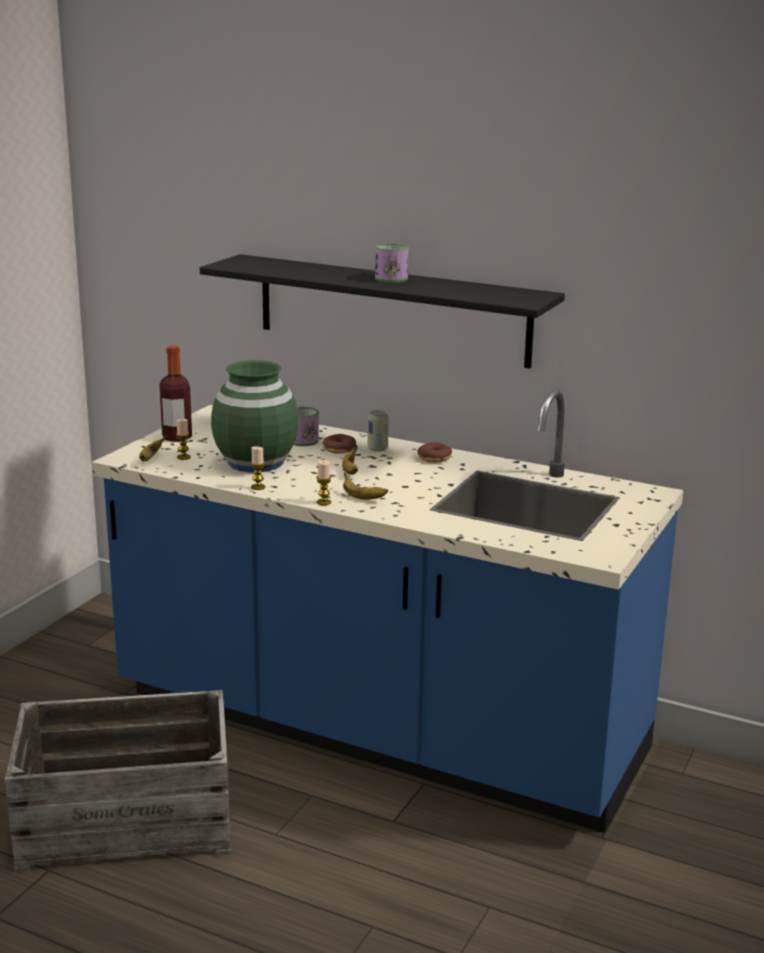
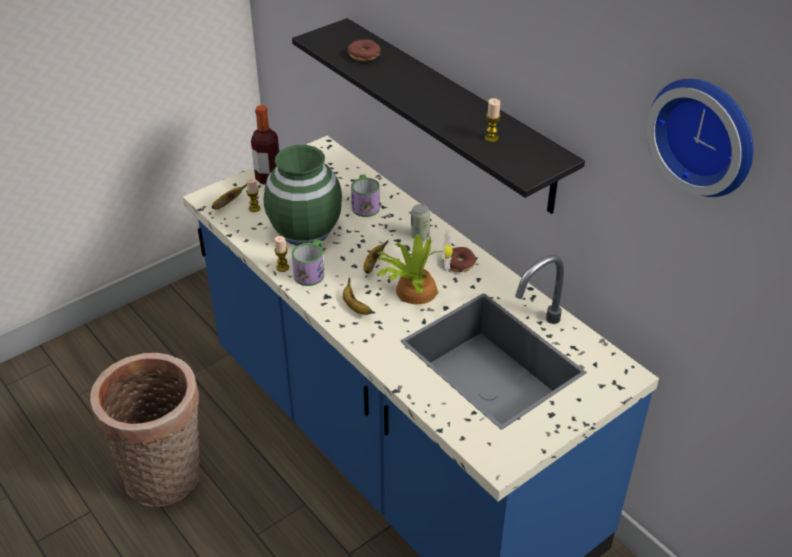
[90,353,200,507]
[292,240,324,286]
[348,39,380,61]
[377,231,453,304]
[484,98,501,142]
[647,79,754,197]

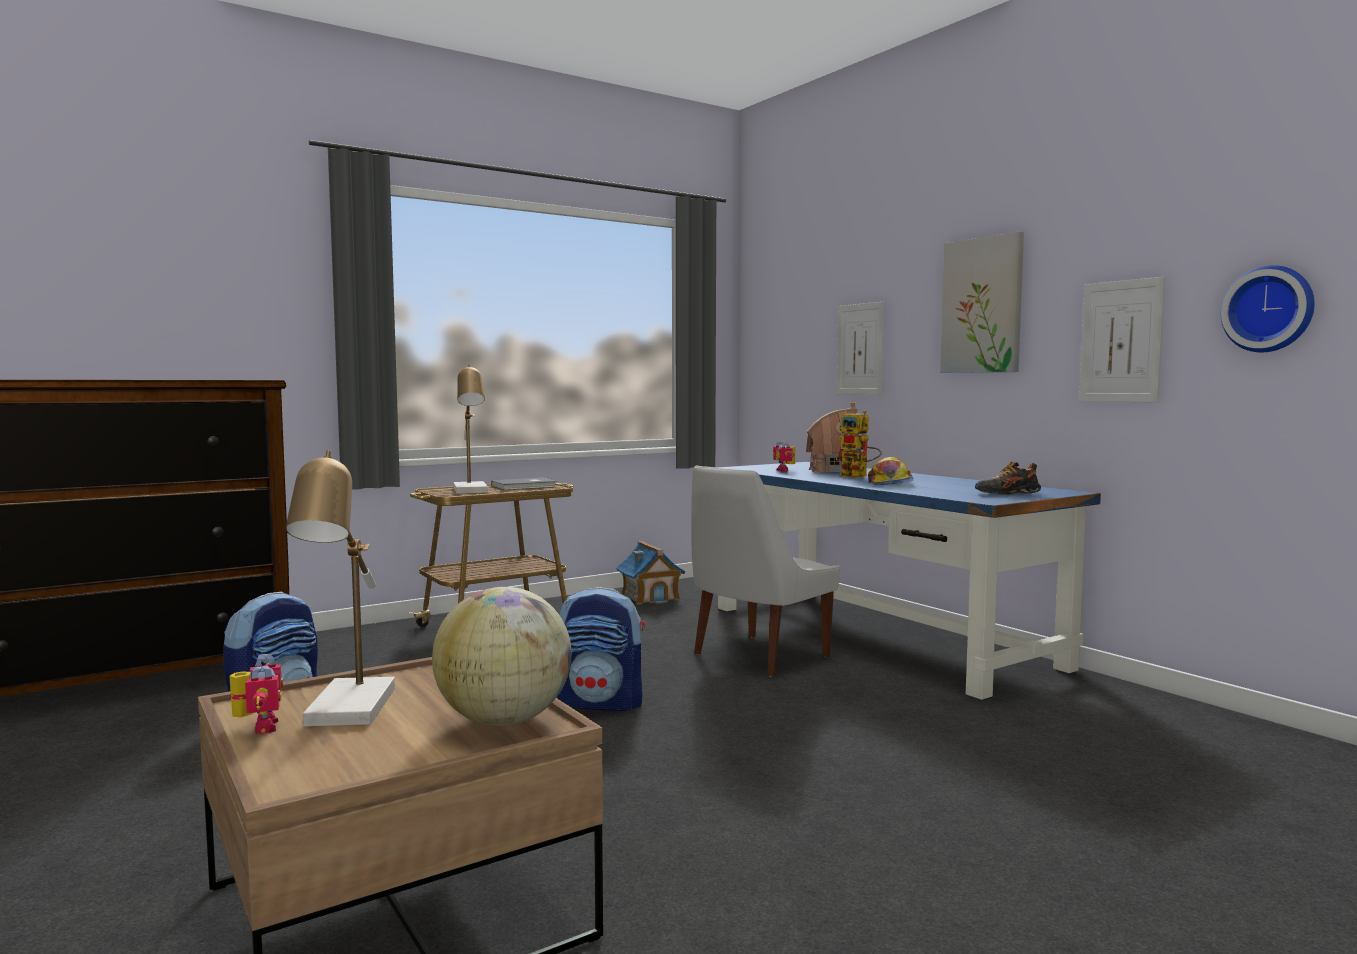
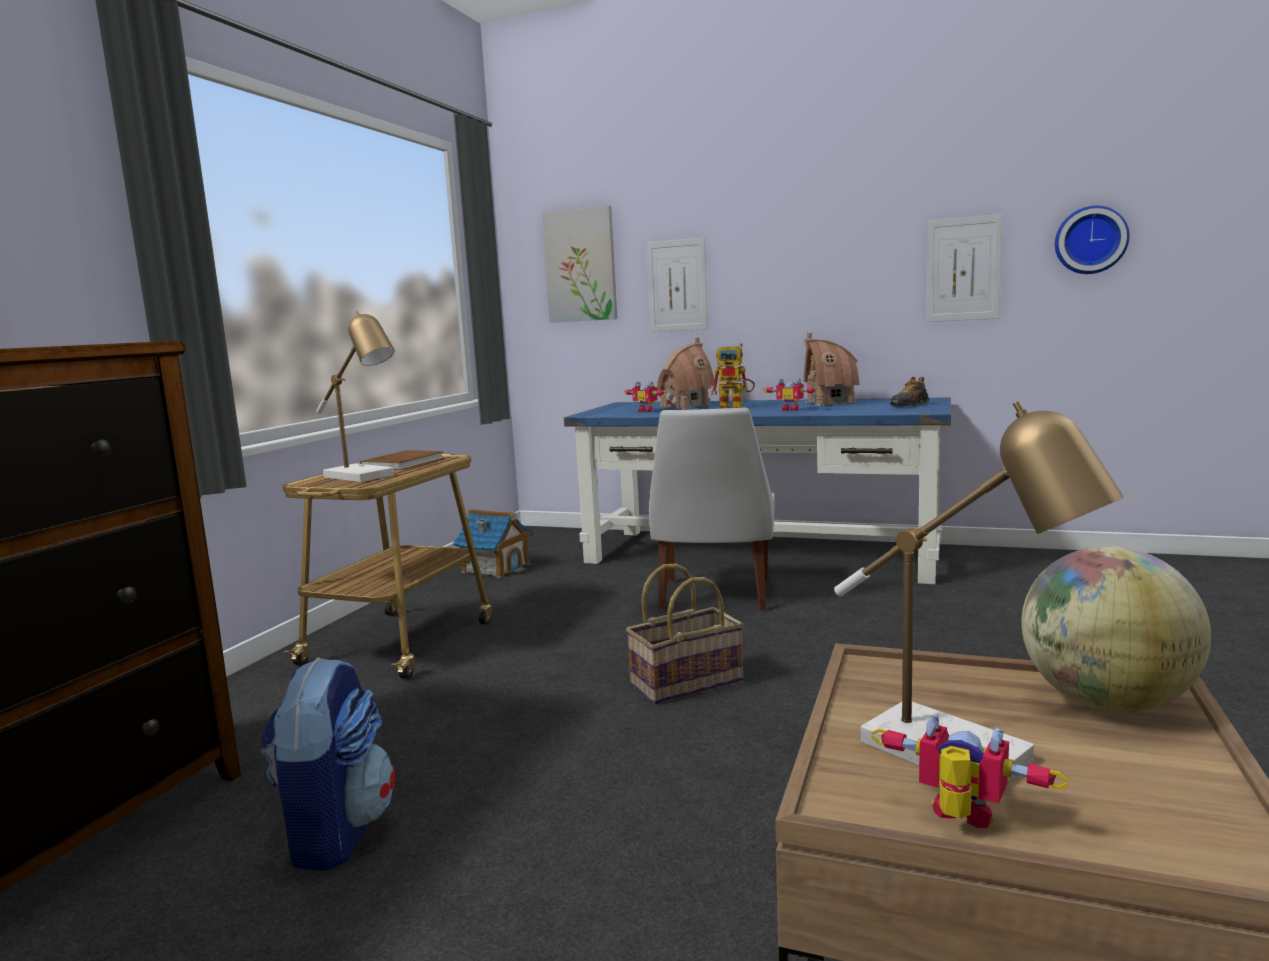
[360,450,444,470]
[542,205,617,323]
[626,563,744,704]
[763,378,818,411]
[804,333,860,406]

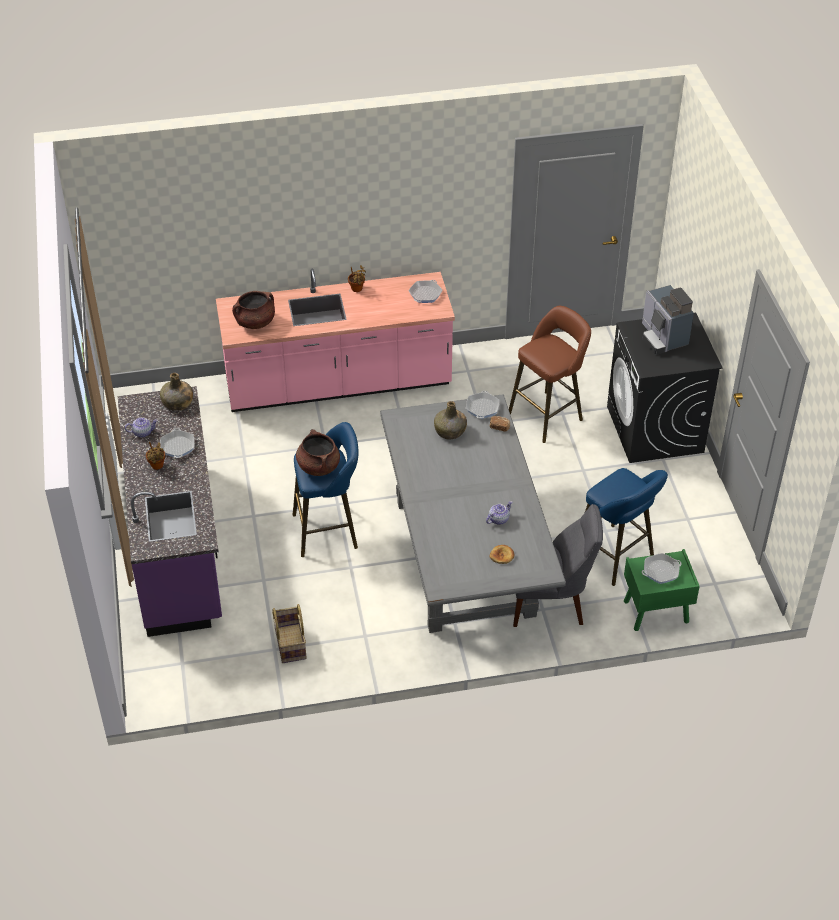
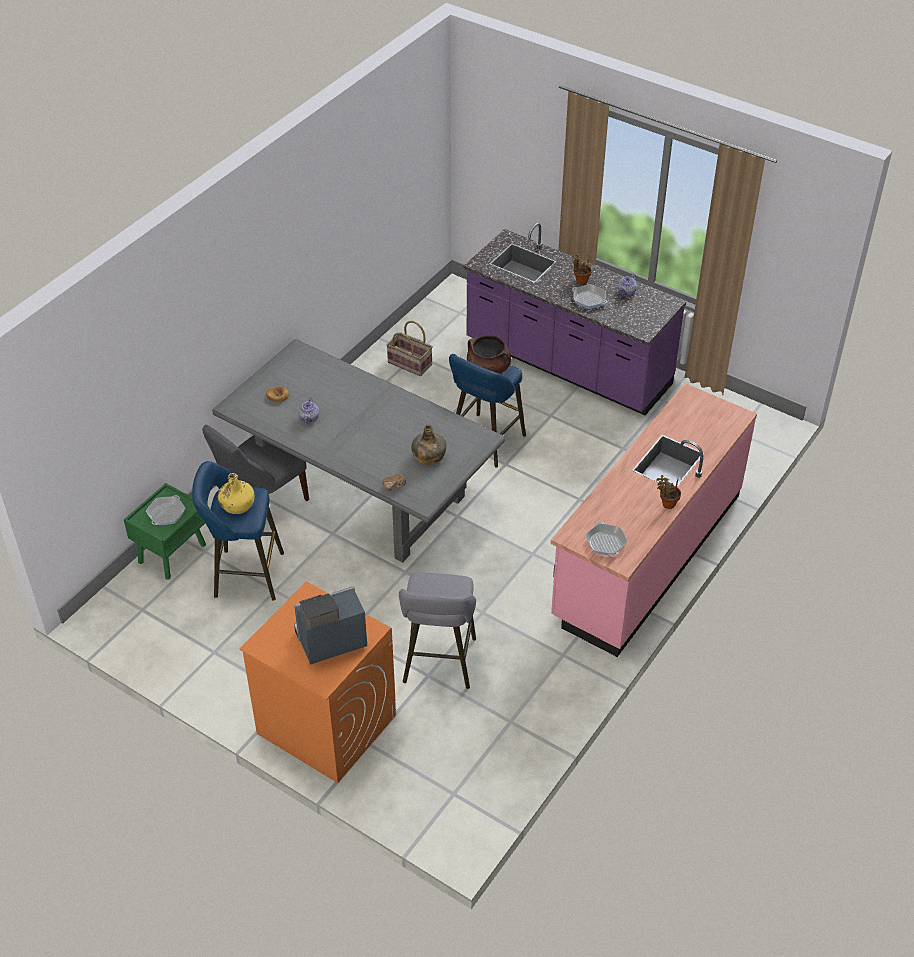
[218,473,255,514]
[240,581,396,783]
[294,586,367,665]
[399,572,476,689]
[160,373,193,411] (first image)
[232,291,275,329] (first image)
[466,391,500,419] (first image)

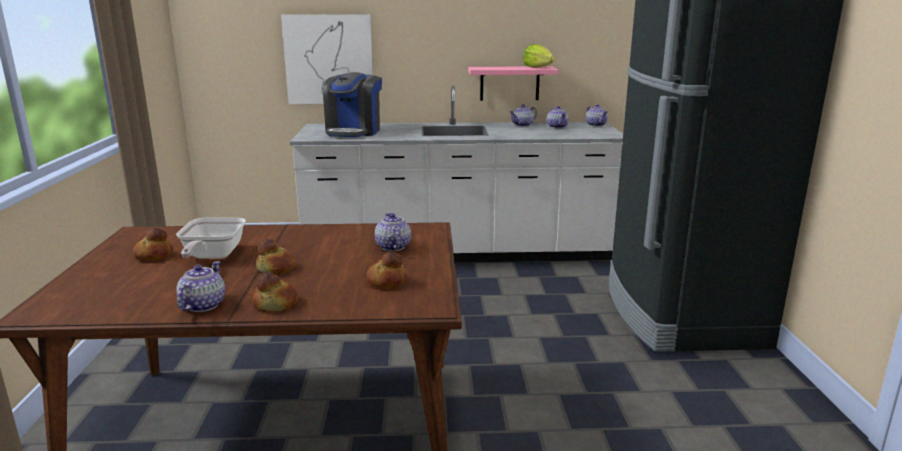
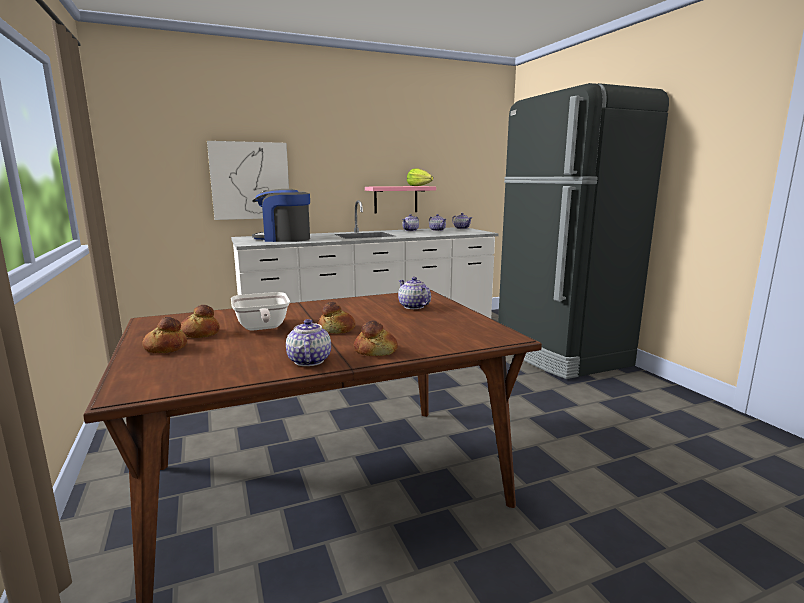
[142,317,187,353]
[252,189,310,242]

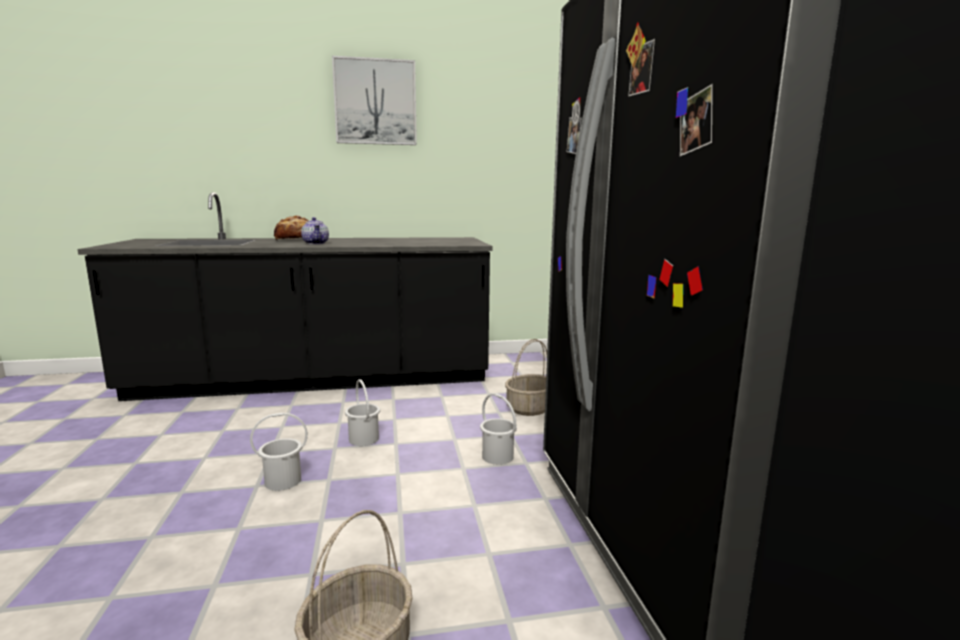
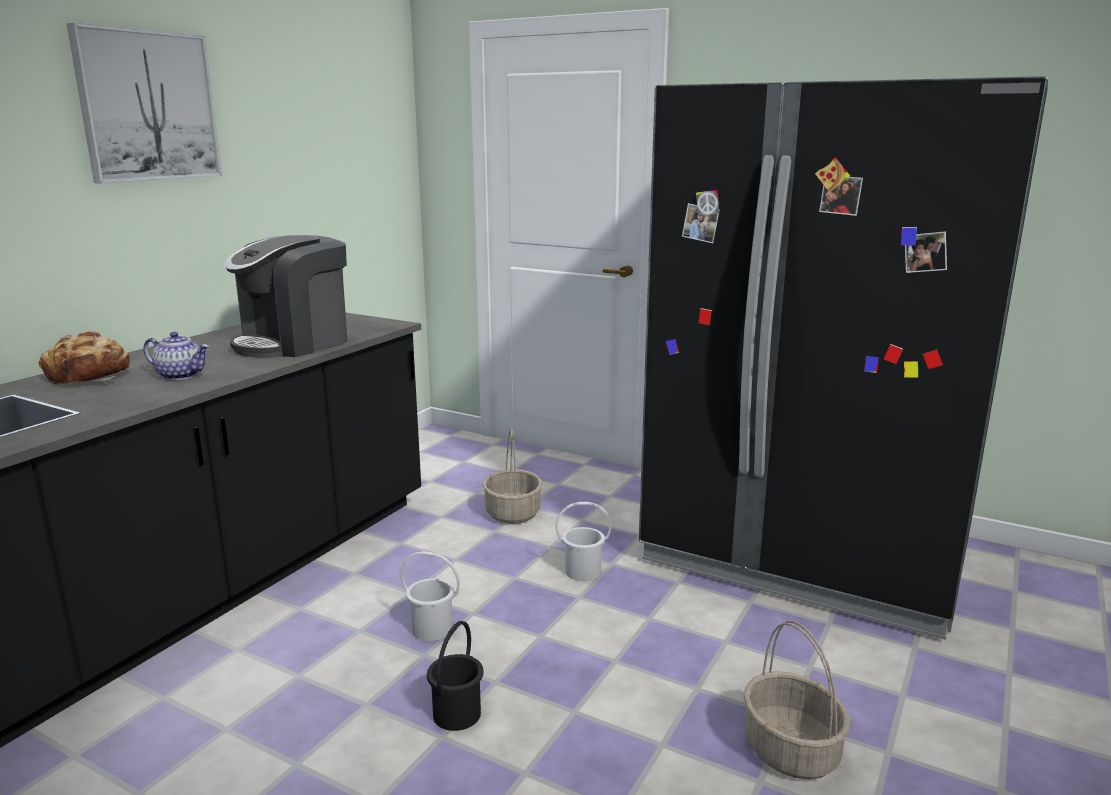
[224,235,347,358]
[427,621,484,731]

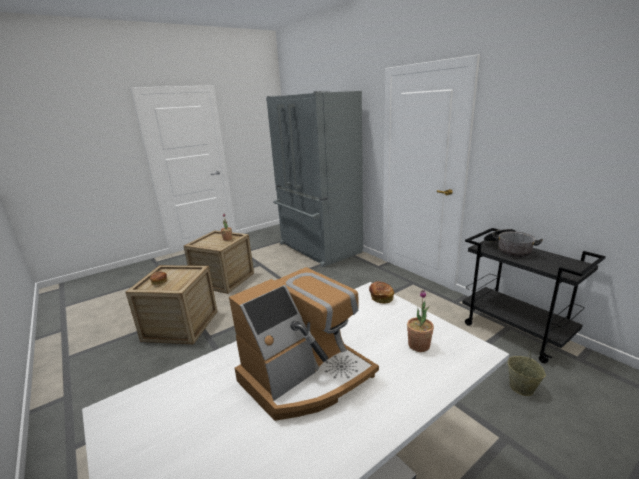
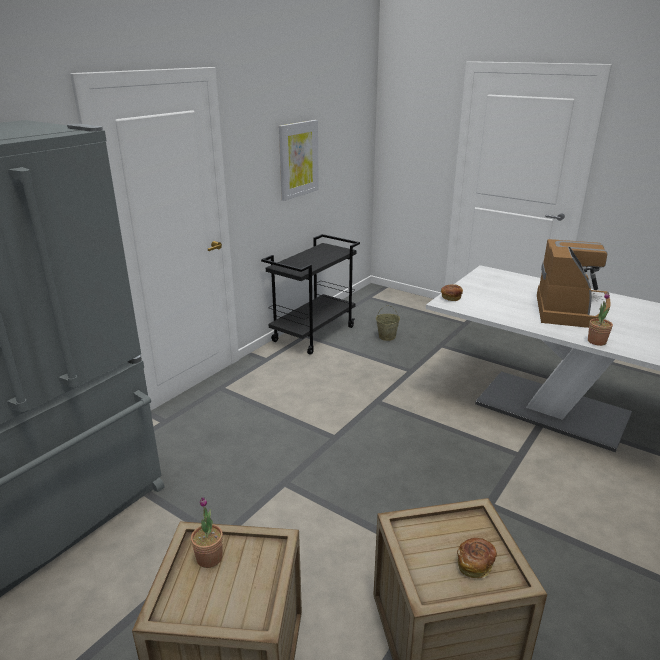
[279,120,319,201]
[537,239,611,328]
[588,292,613,346]
[484,229,543,258] (first image)

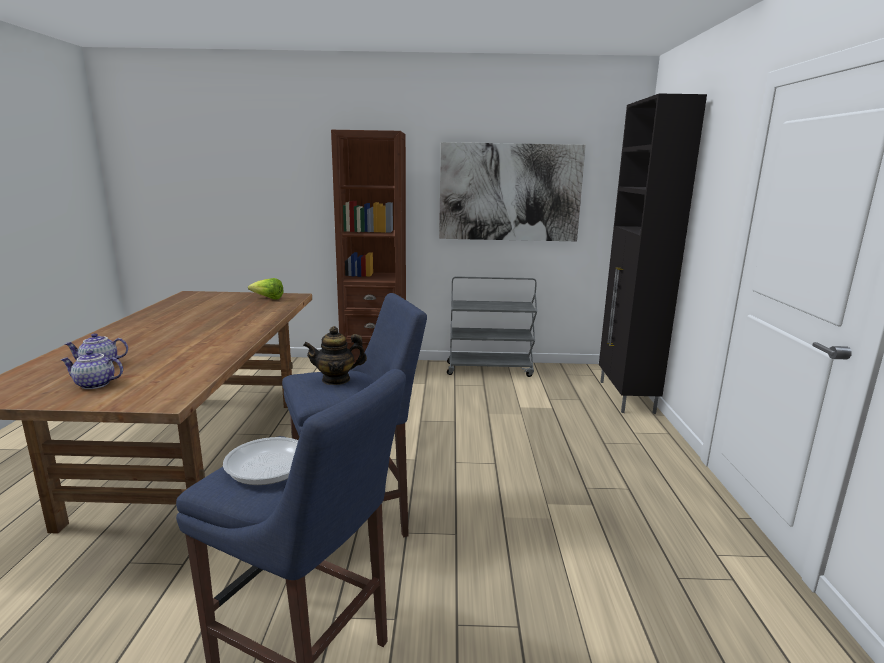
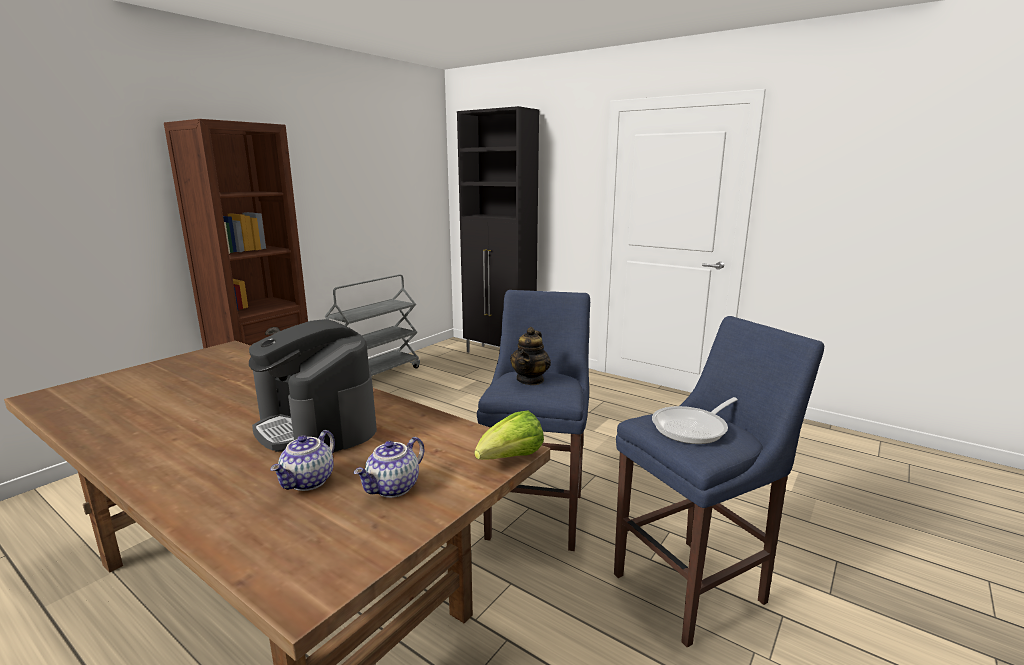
[249,319,377,453]
[474,410,544,460]
[439,142,586,241] (first image)

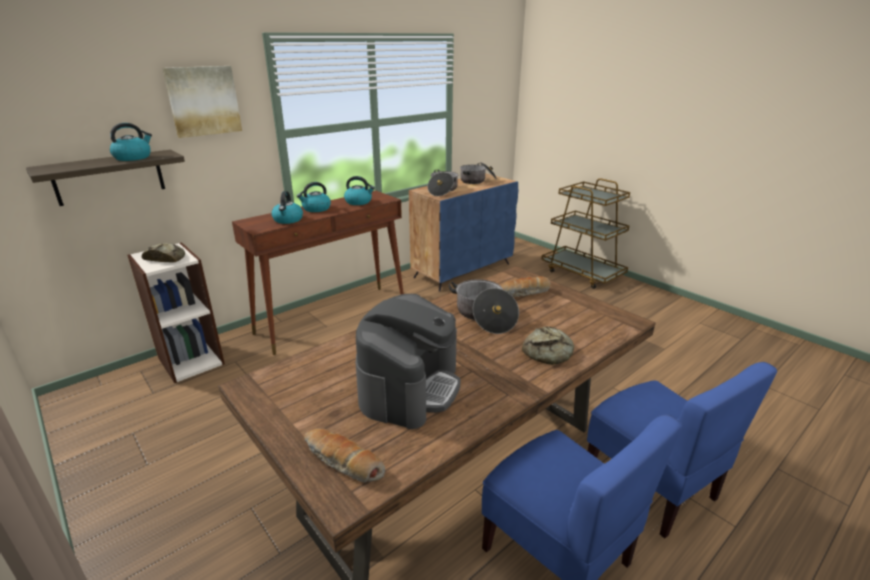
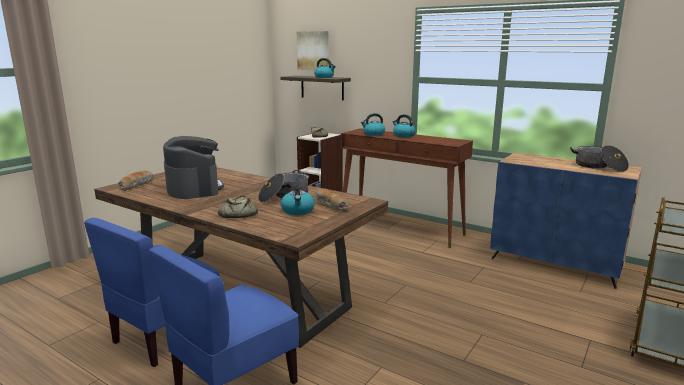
[163,136,224,199]
[281,179,315,215]
[297,31,329,70]
[427,170,458,196] (first image)

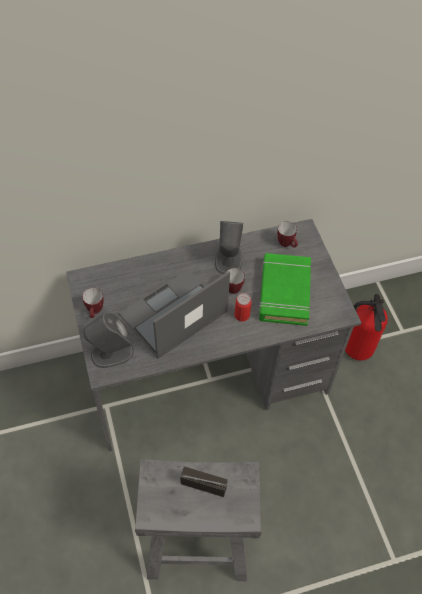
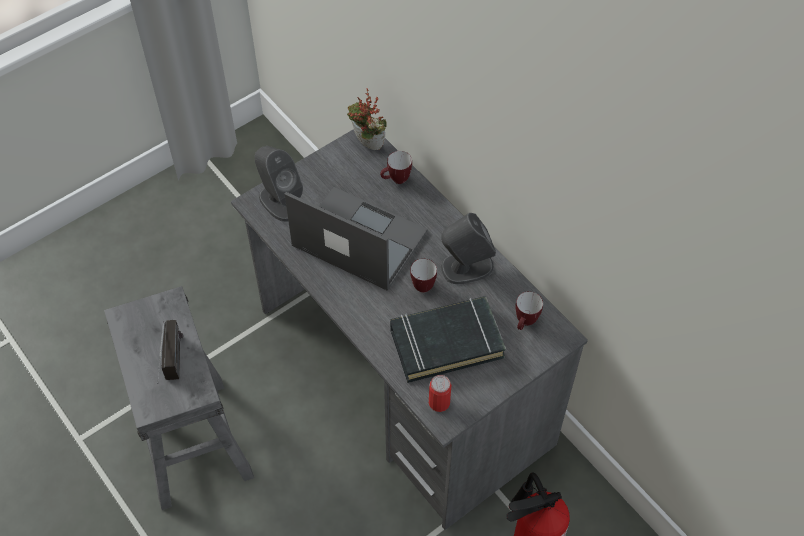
[347,88,387,150]
[380,151,412,184]
[390,296,506,383]
[429,375,451,412]

